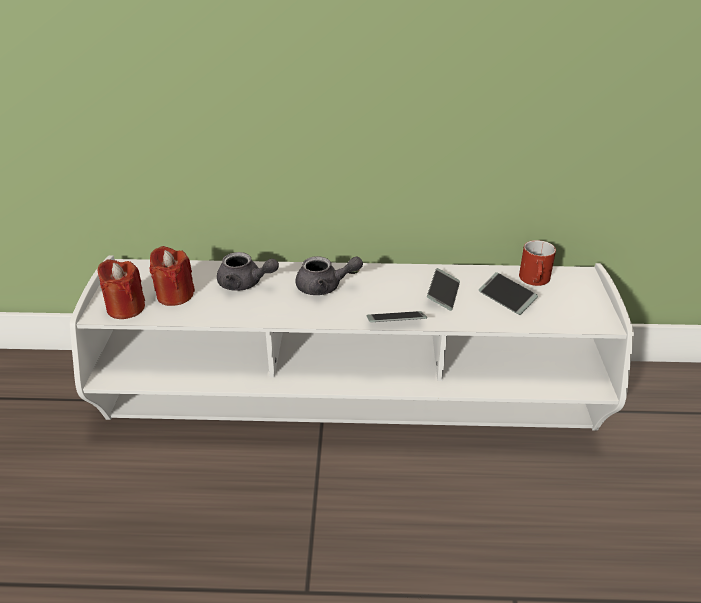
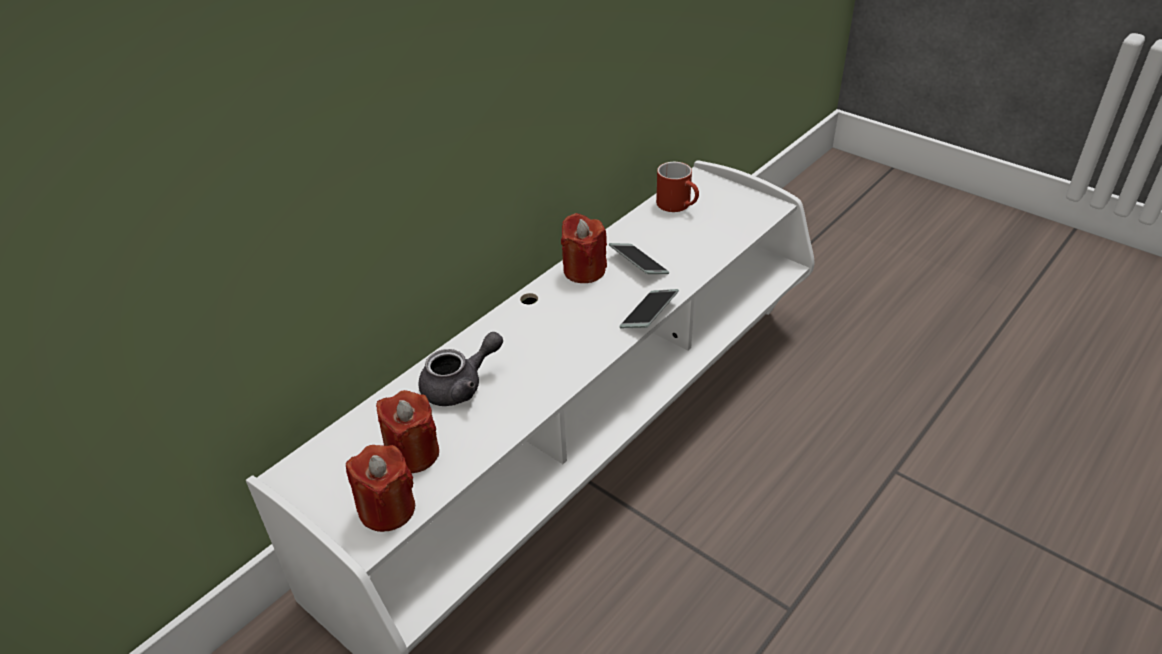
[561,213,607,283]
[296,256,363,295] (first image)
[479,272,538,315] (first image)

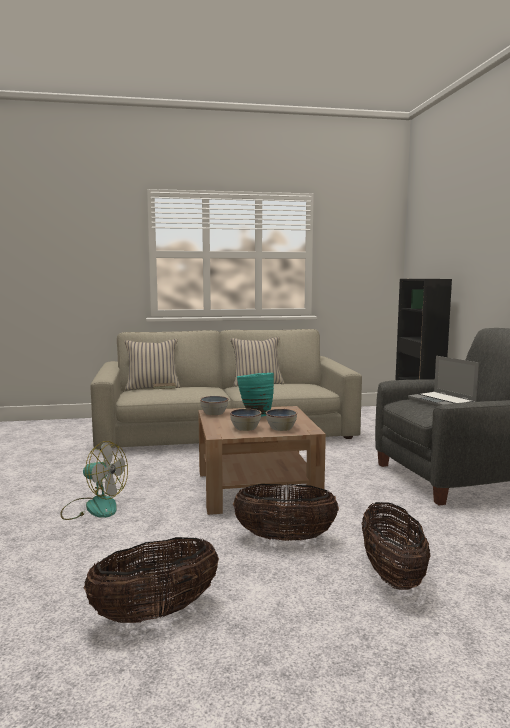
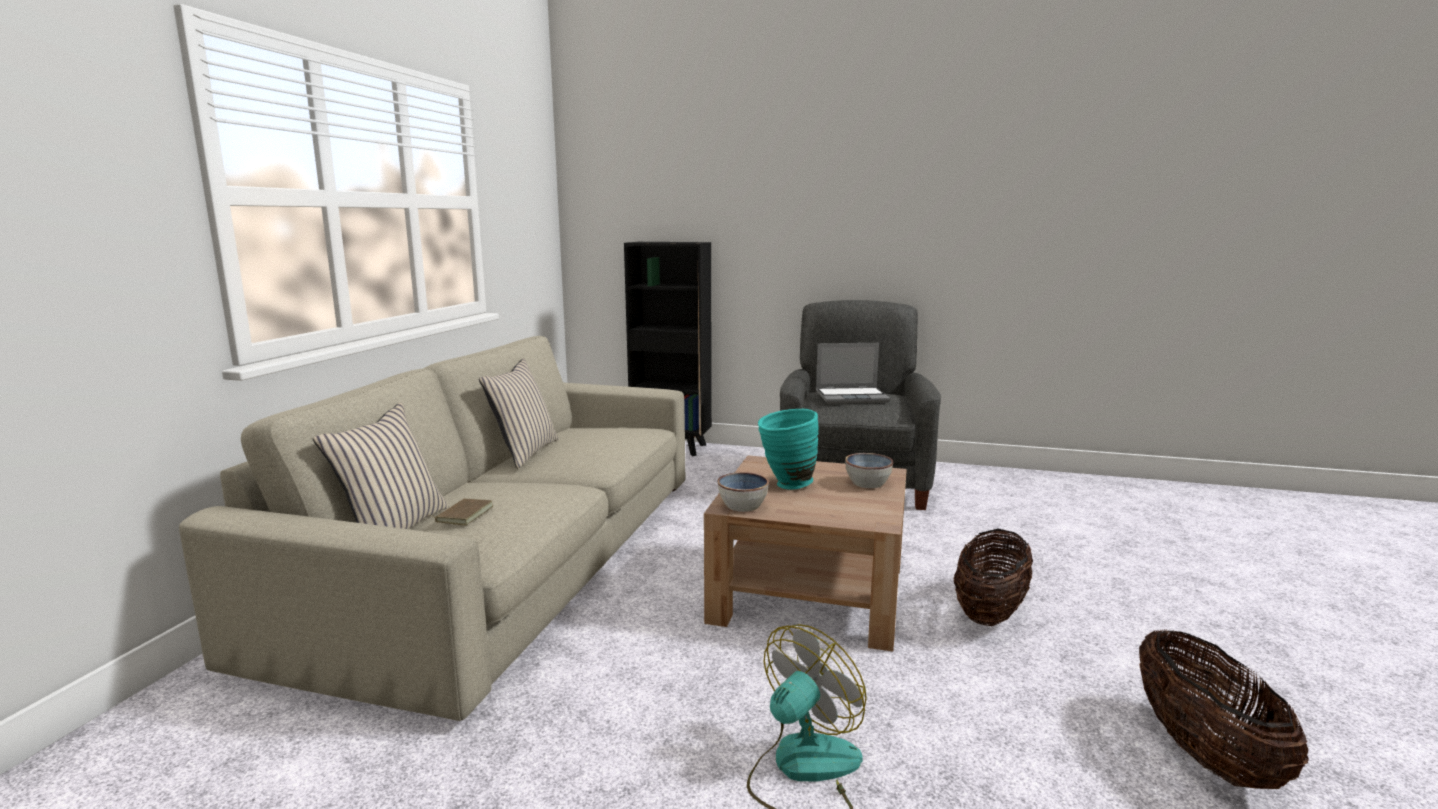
[230,409,261,431] (first image)
[362,502,430,590] (first image)

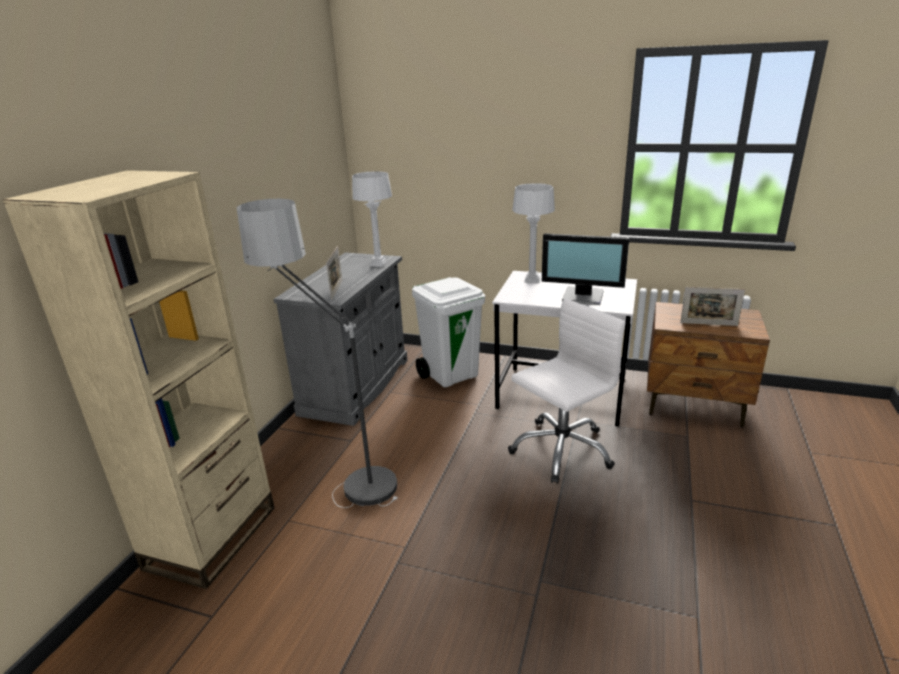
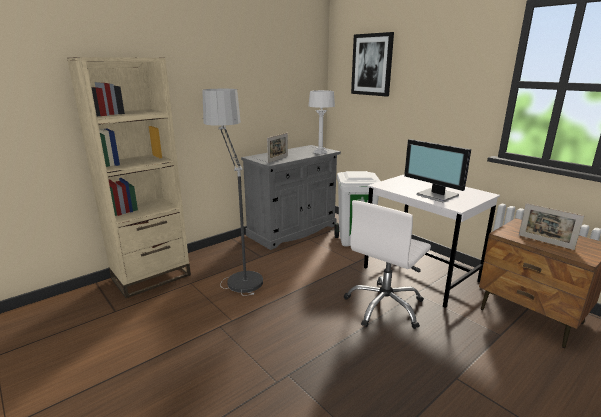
[344,200,431,329]
[351,32,394,97]
[512,183,555,283] (first image)

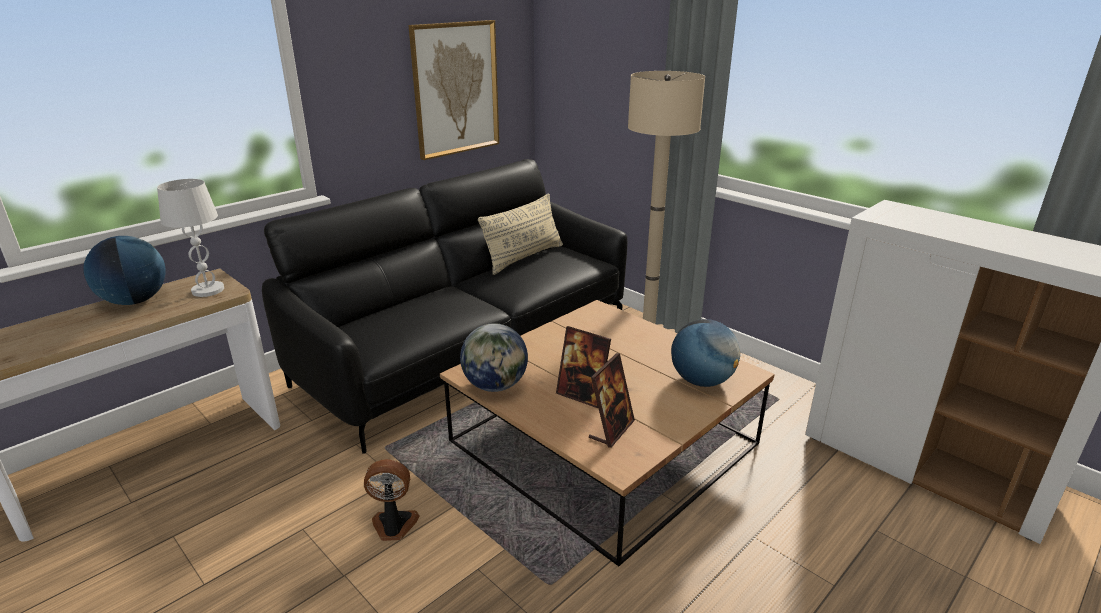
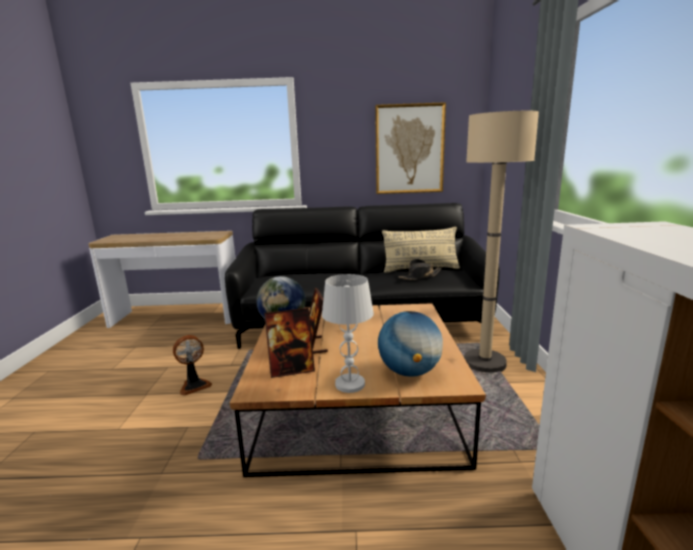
[173,335,212,396]
[322,274,374,393]
[399,259,442,280]
[83,236,166,305] (first image)

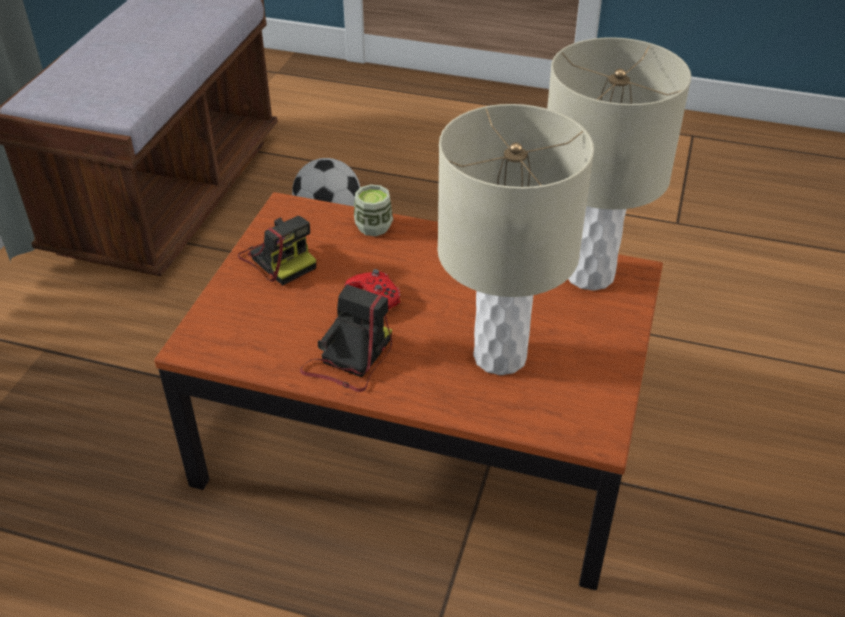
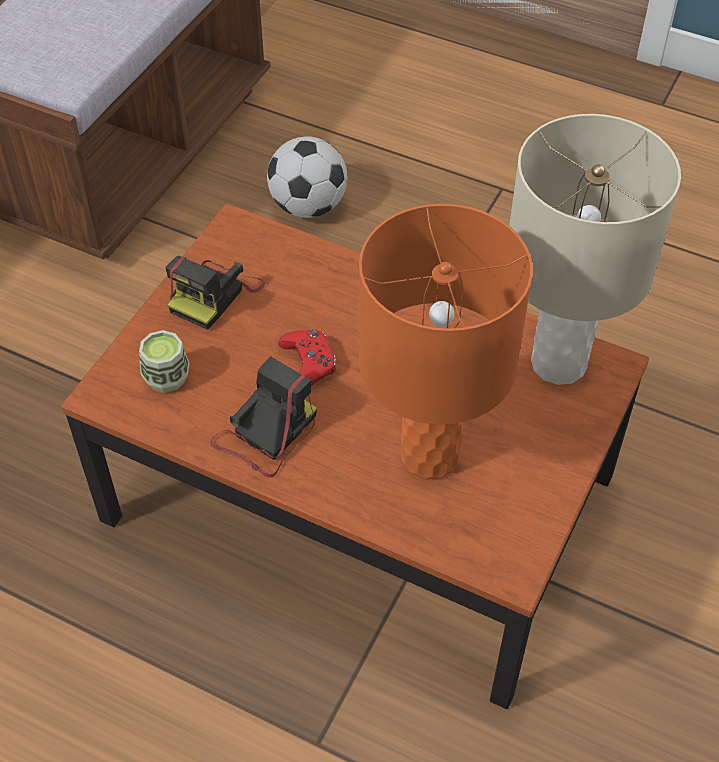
[139,330,189,393]
[165,256,265,330]
[359,204,533,479]

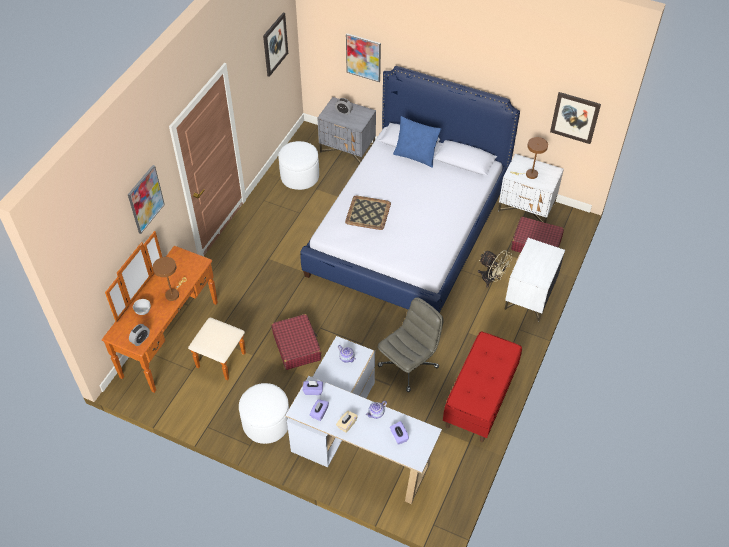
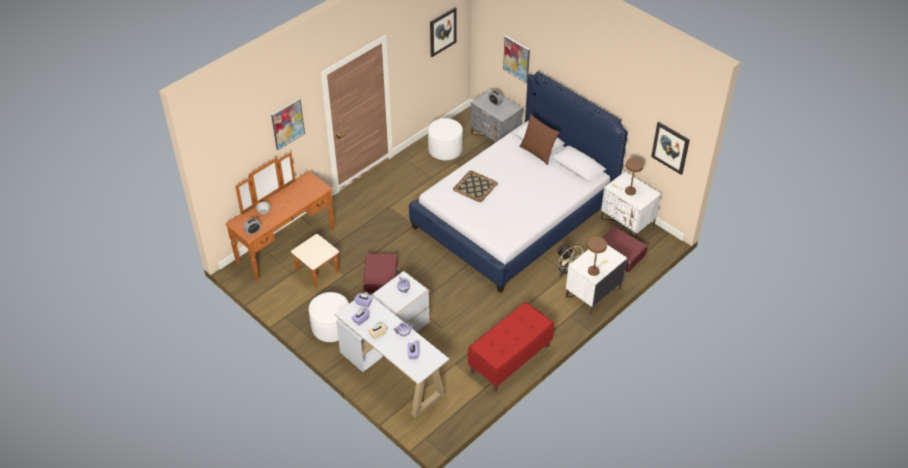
[520,114,559,165]
[588,237,608,276]
[377,297,444,392] (first image)

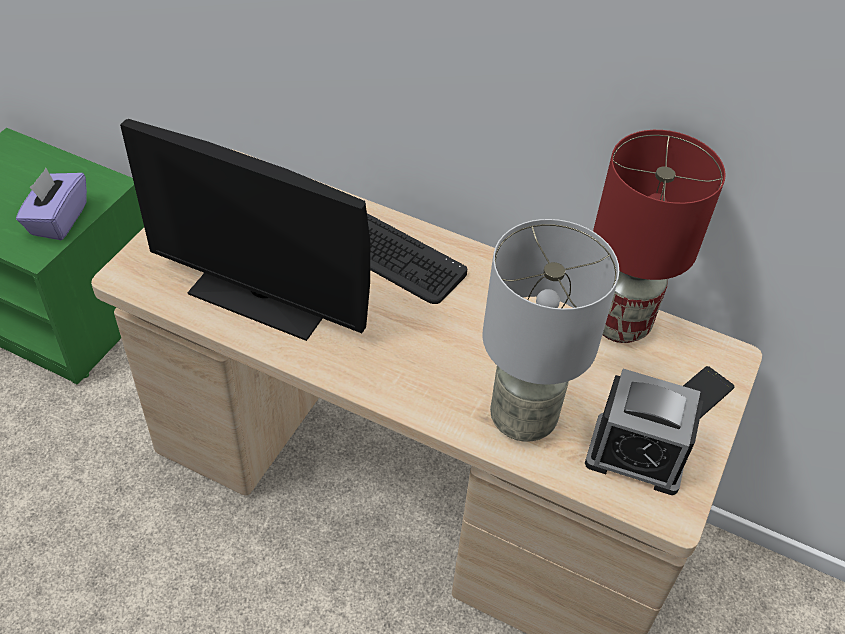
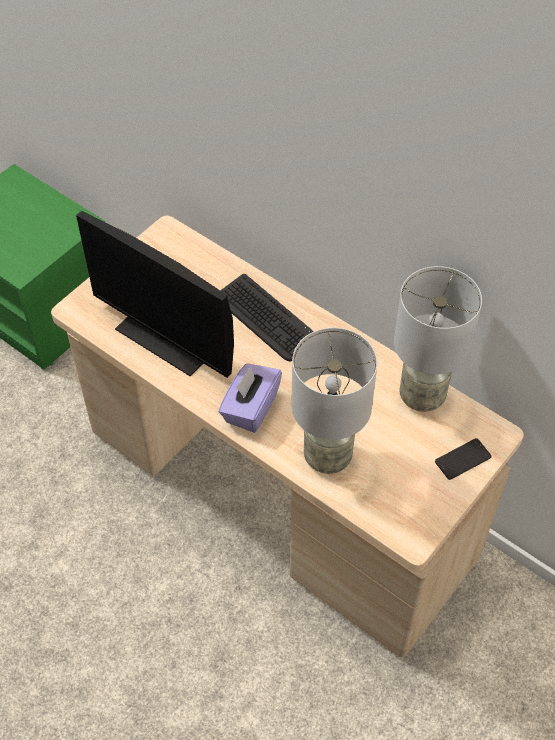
[219,363,282,433]
[394,266,482,412]
[585,369,703,495] (first image)

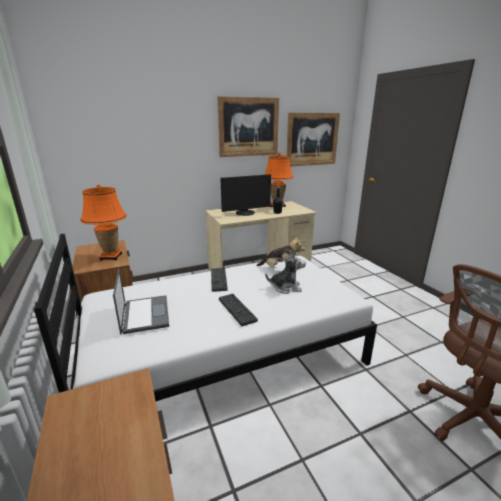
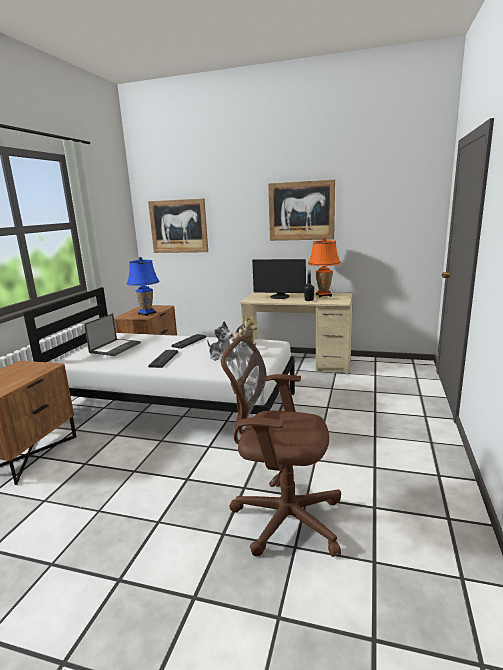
[127,257,160,316]
[148,198,208,253]

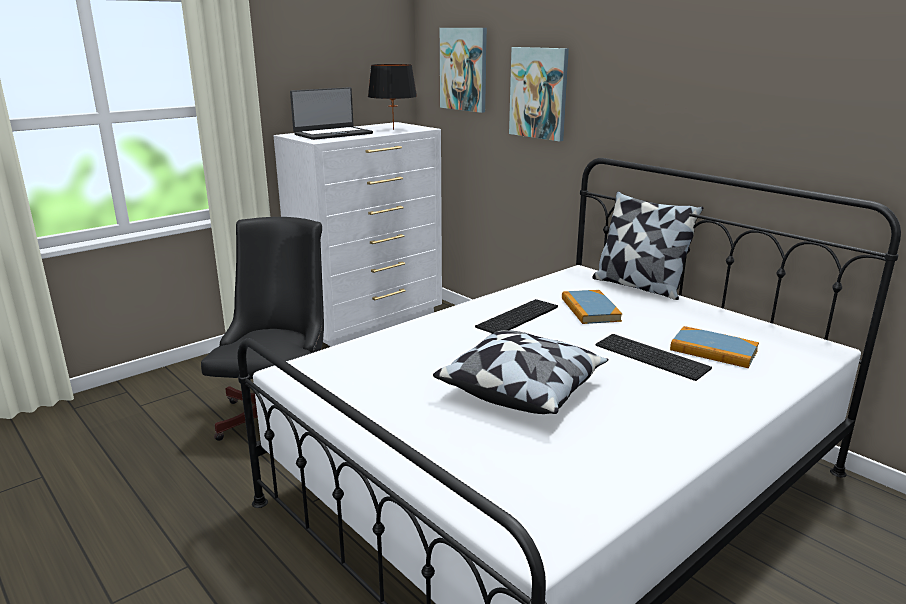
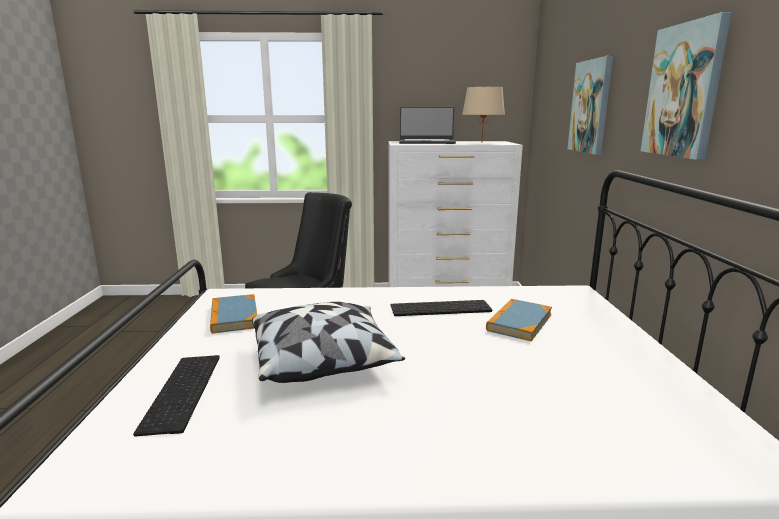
[133,355,220,437]
[210,294,257,334]
[462,87,505,140]
[641,12,731,160]
[592,191,703,300] (first image)

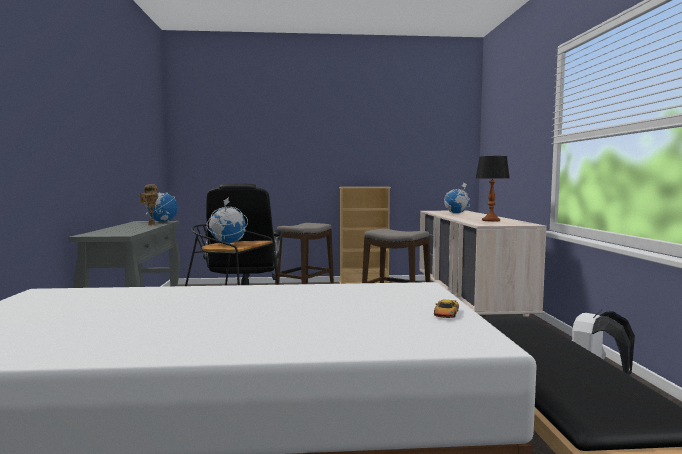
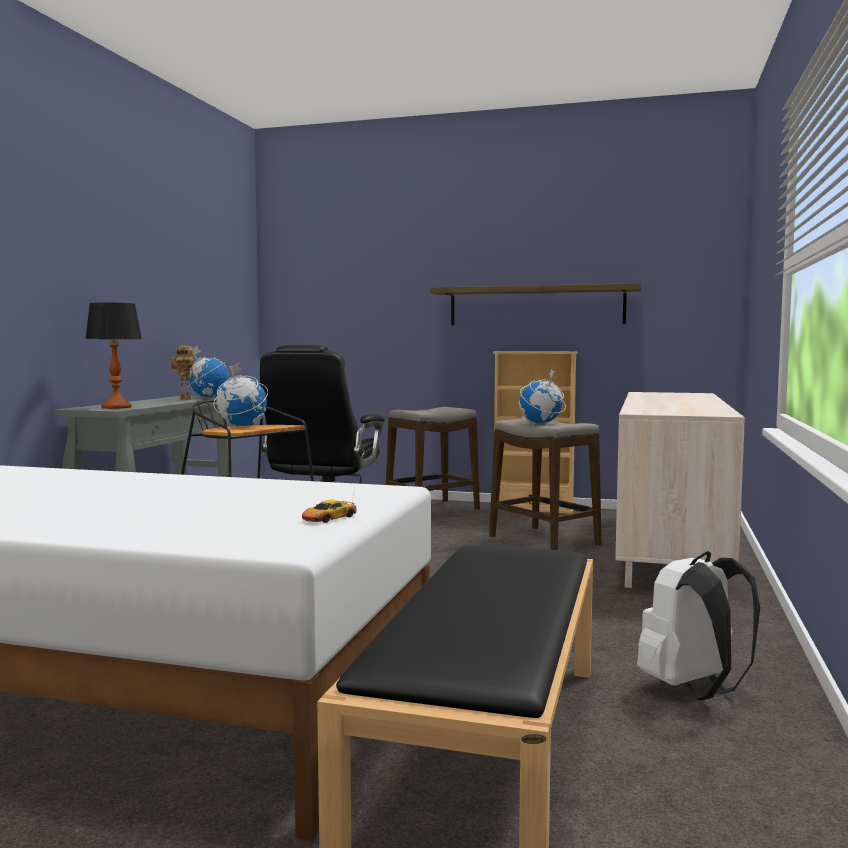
[85,302,142,409]
[430,283,642,325]
[519,367,566,423]

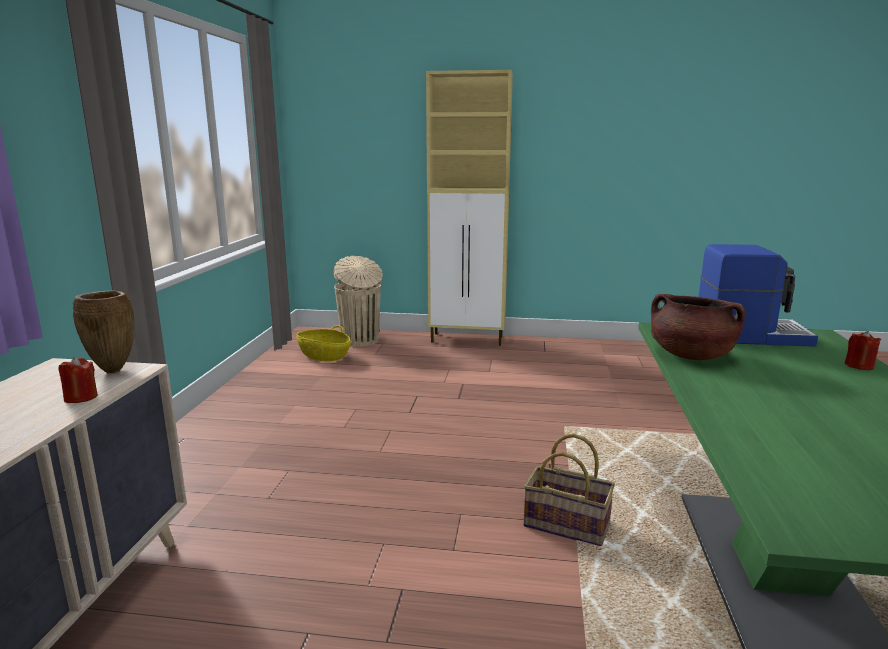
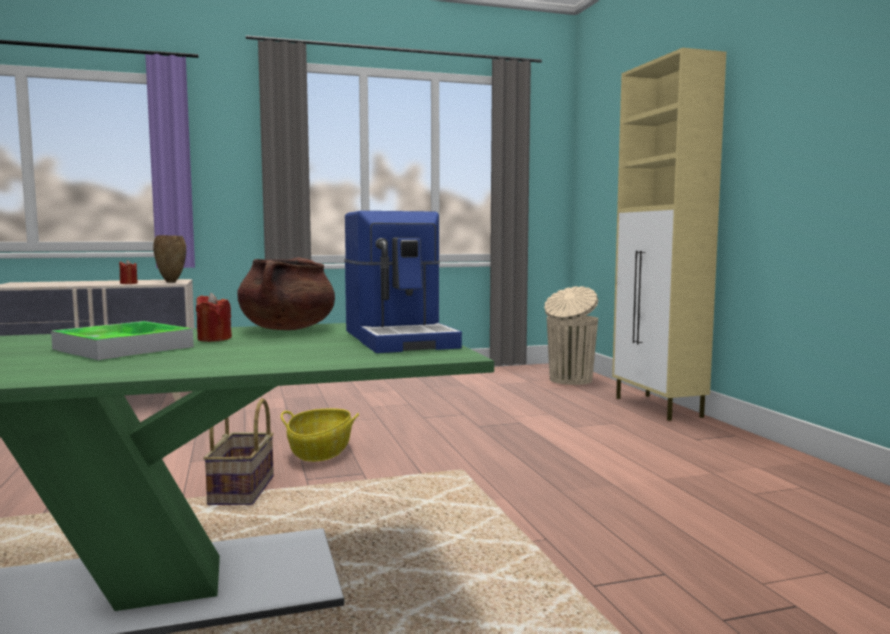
[51,321,194,361]
[196,293,232,342]
[281,409,359,462]

